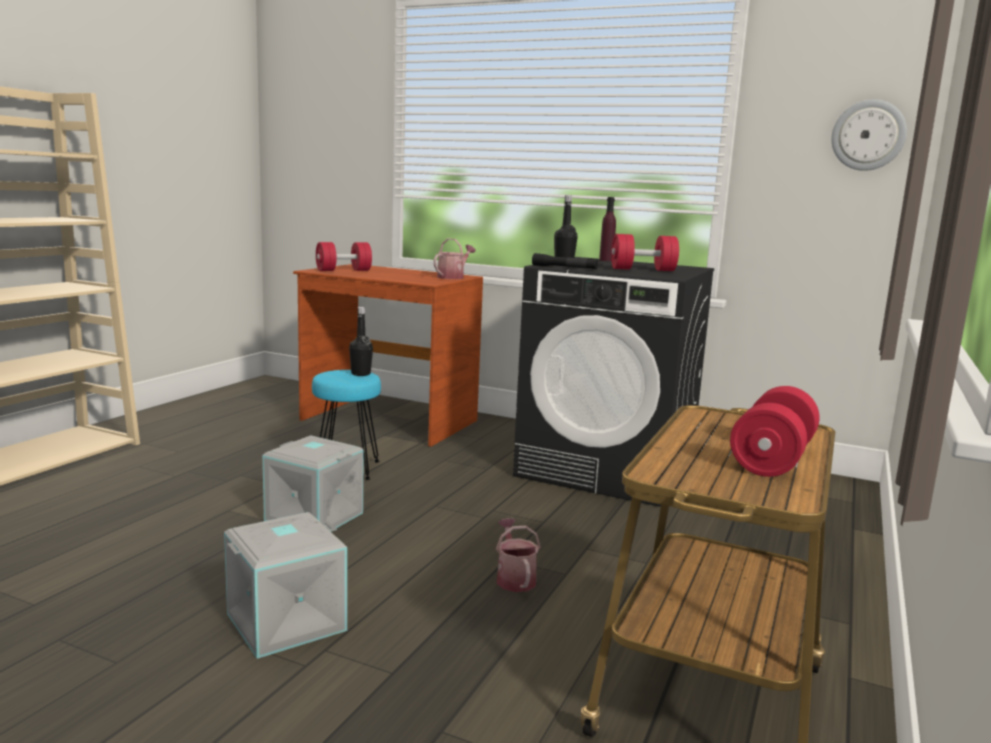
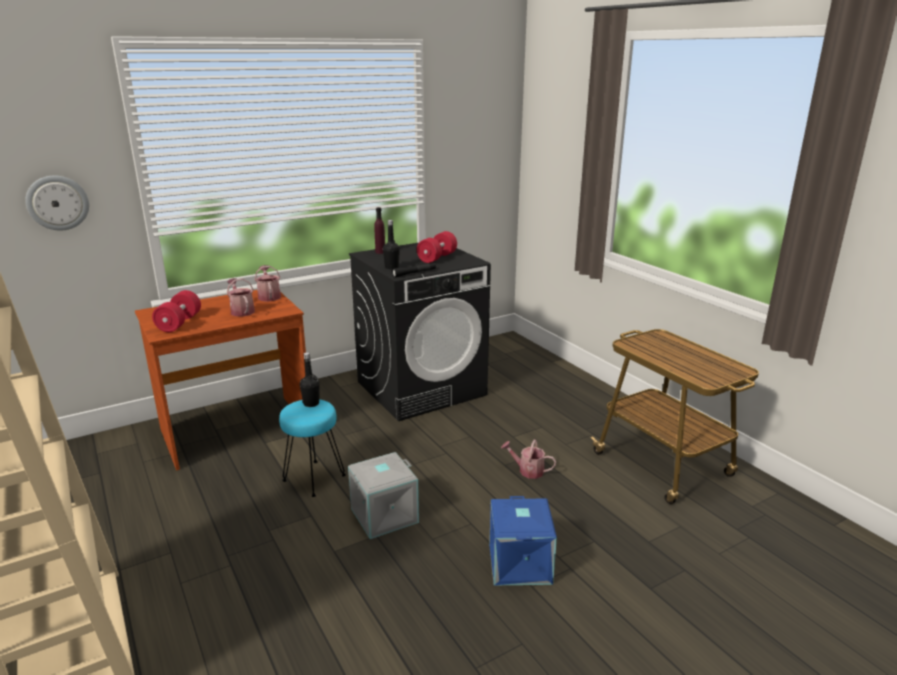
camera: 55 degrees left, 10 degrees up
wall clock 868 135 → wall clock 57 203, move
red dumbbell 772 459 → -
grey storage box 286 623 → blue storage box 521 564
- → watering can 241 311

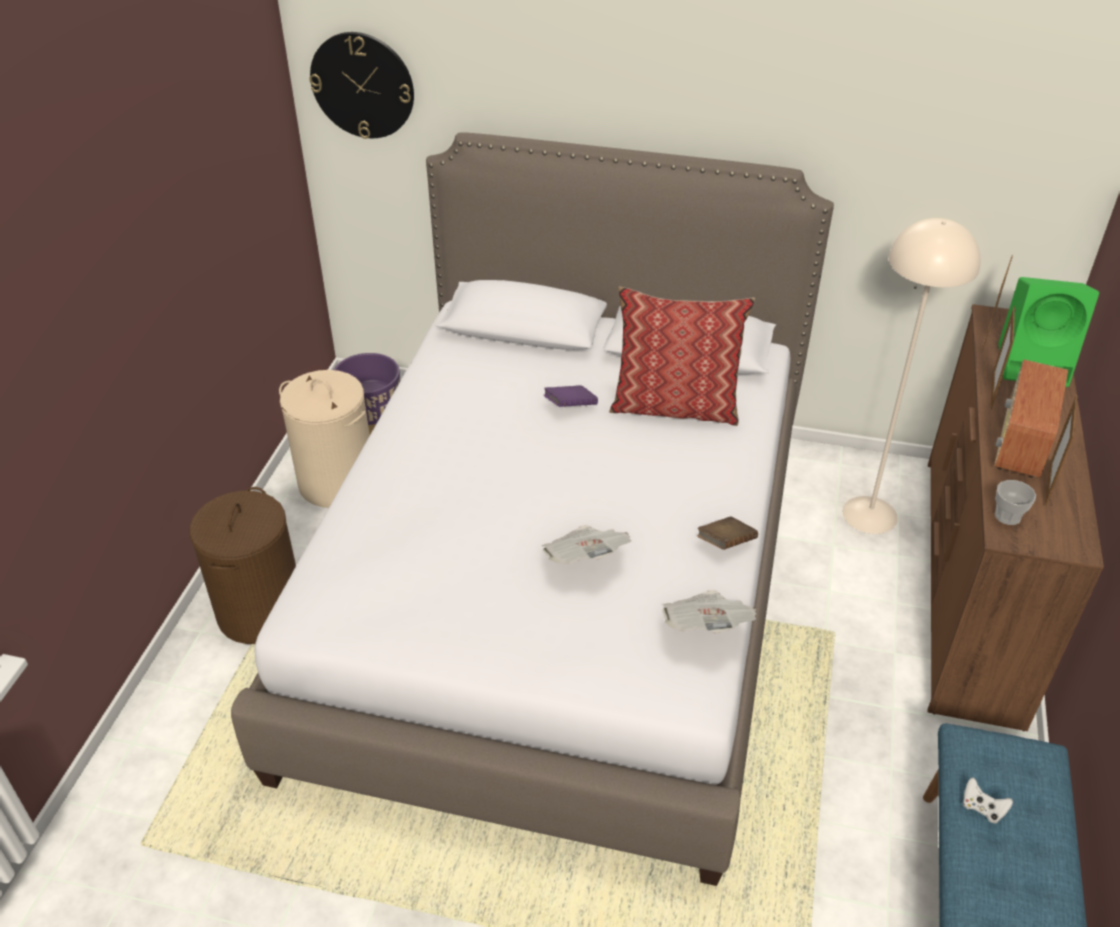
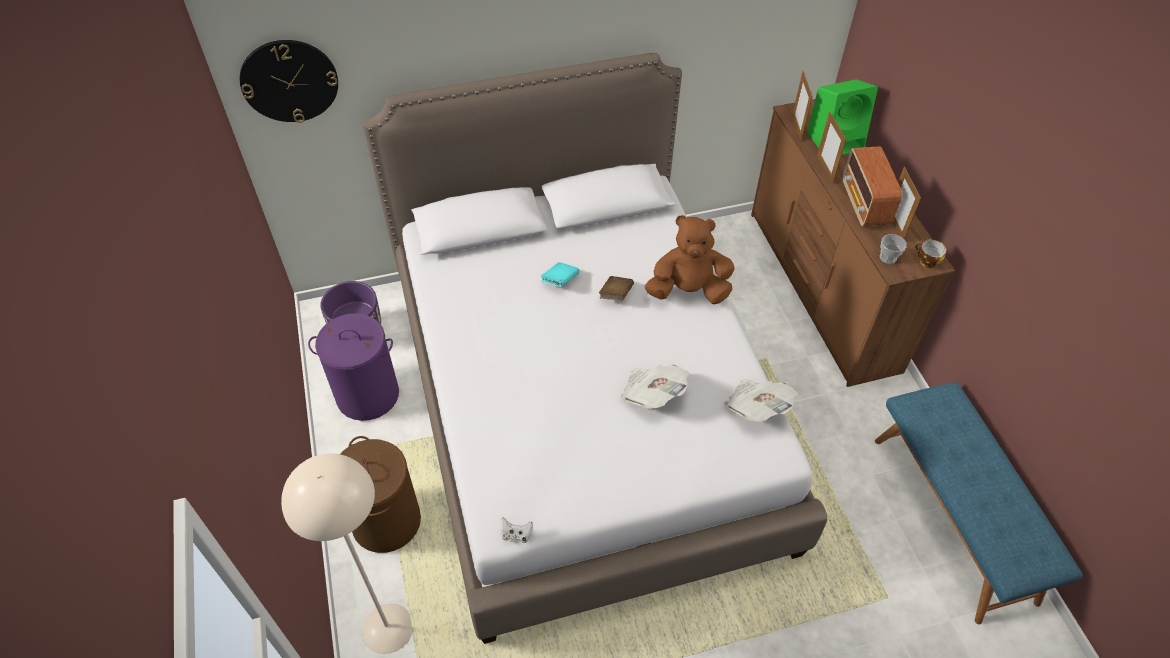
camera: 30 degrees left, 10 degrees up
beige floor lamp 870 514 → beige floor lamp 388 627, move
pillow 675 406 → -
beige laundry basket 336 482 → purple laundry basket 367 395
purple book 570 406 → turquoise book 560 281
brown book 725 543 → brown book 616 294, move
white game controller 982 808 → white game controller 516 534, move
- → brown plush toy 688 291
- → cup 926 261

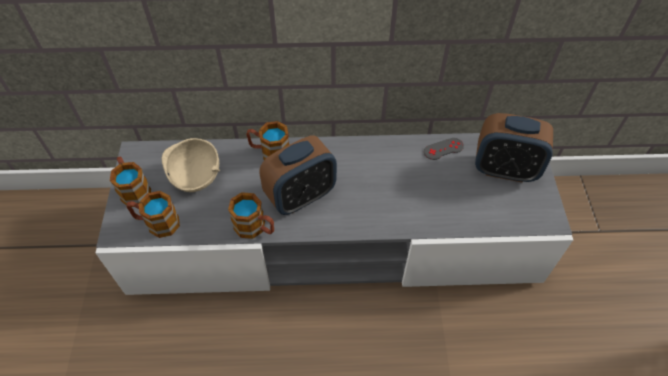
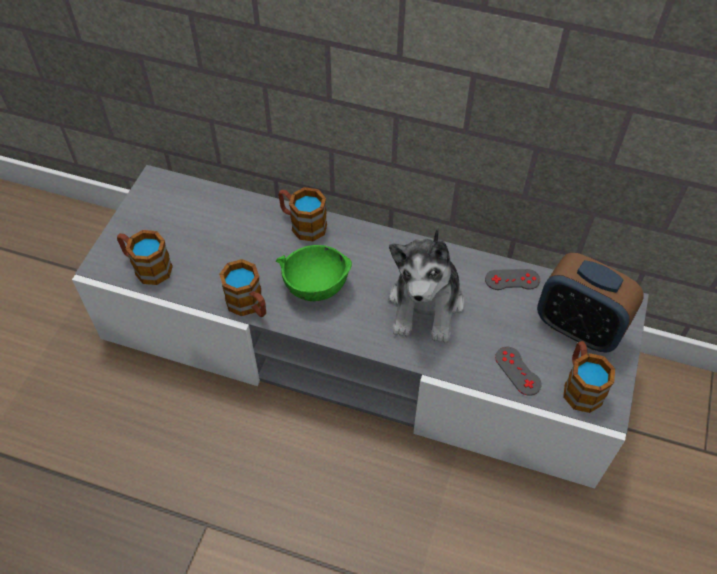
camera: 20 degrees right, 0 degrees up
alarm clock 301 196 → green bowl 315 285
beige bowl 196 178 → -
mug 134 189 → mug 580 386, move
- → plush toy 426 304
- → grey game controller 518 371

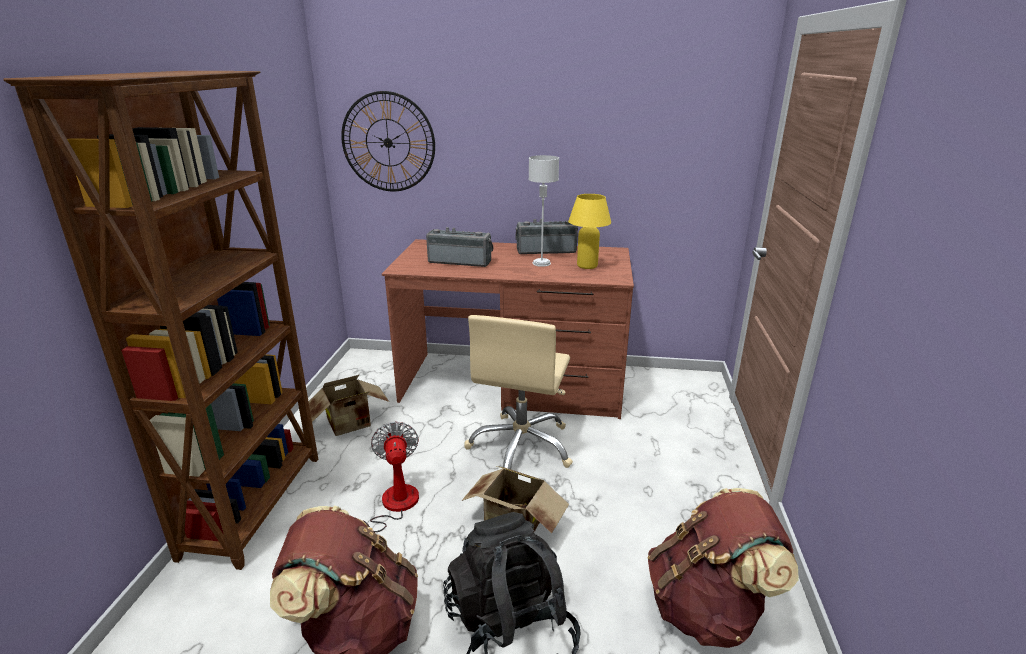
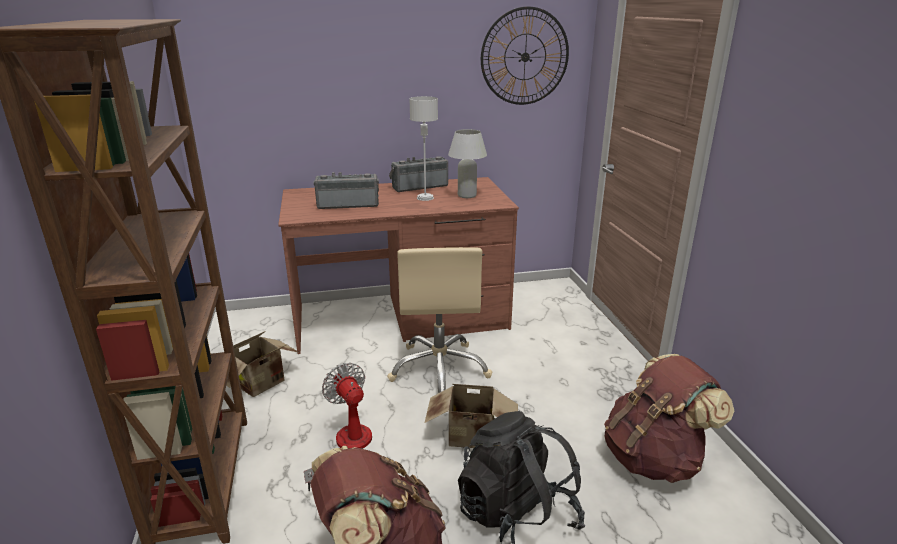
camera: 20 degrees left, 0 degrees up
wall clock 388 142 → wall clock 525 57, move
yellow table lamp 587 266 → white table lamp 467 195

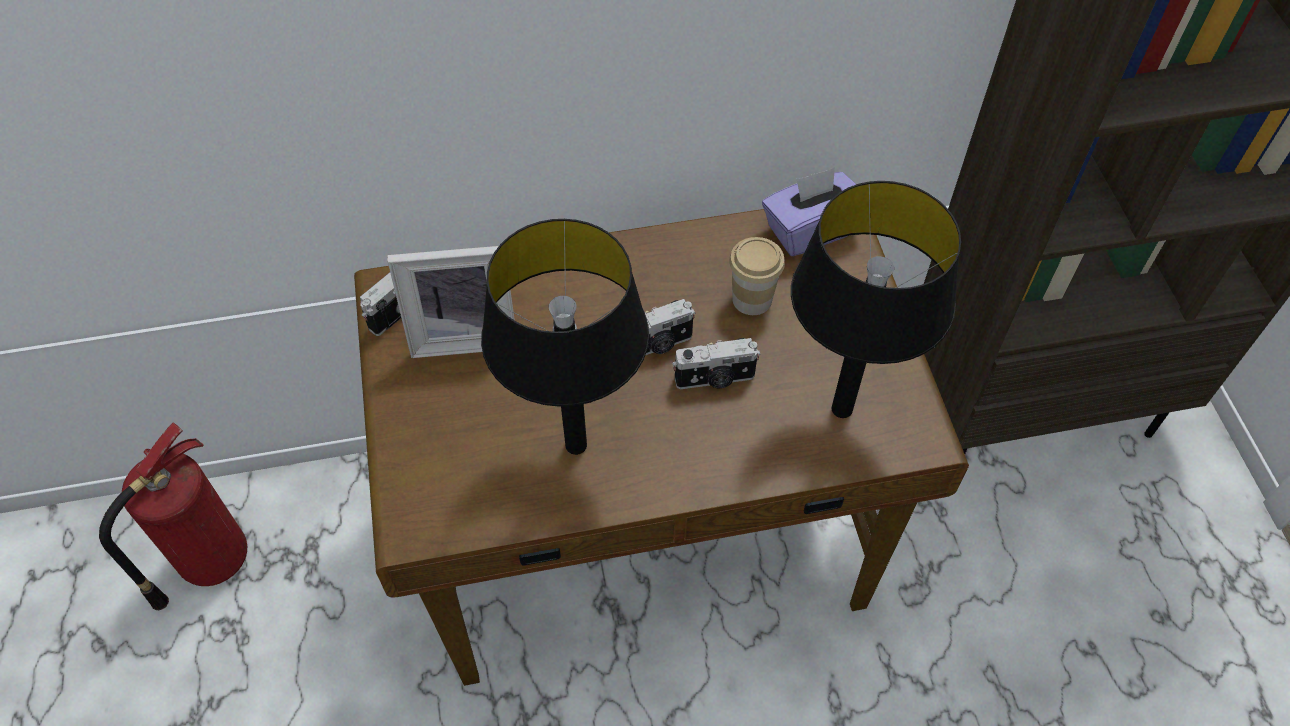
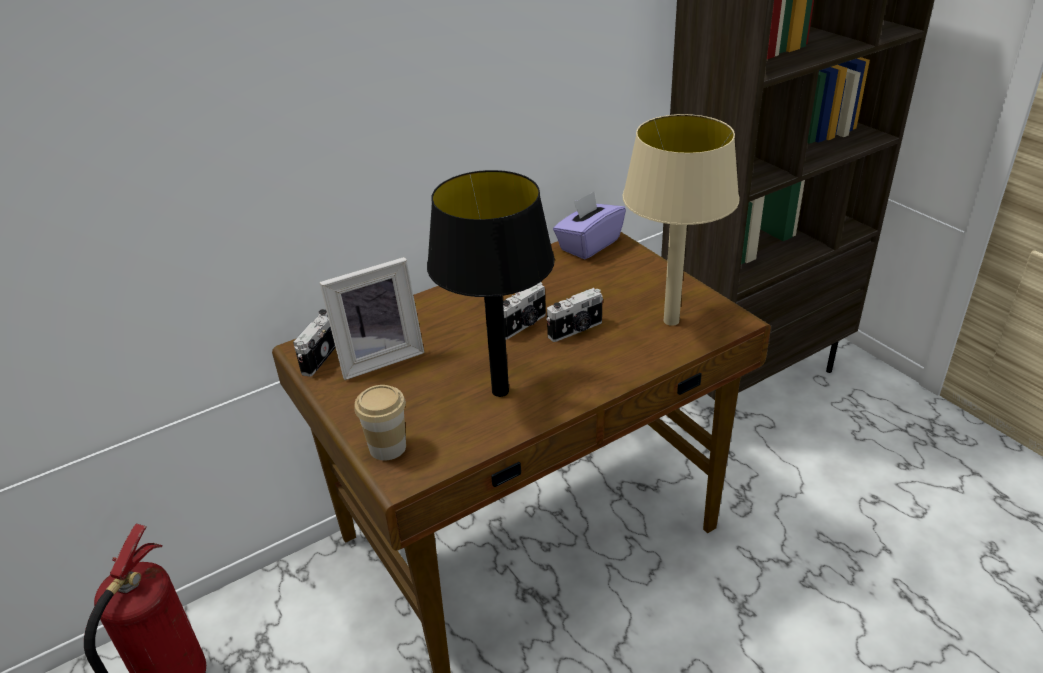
camera: 20 degrees left, 20 degrees down
black table lamp 841 410 → beige table lamp 671 321
cup 752 299 → cup 387 447, move

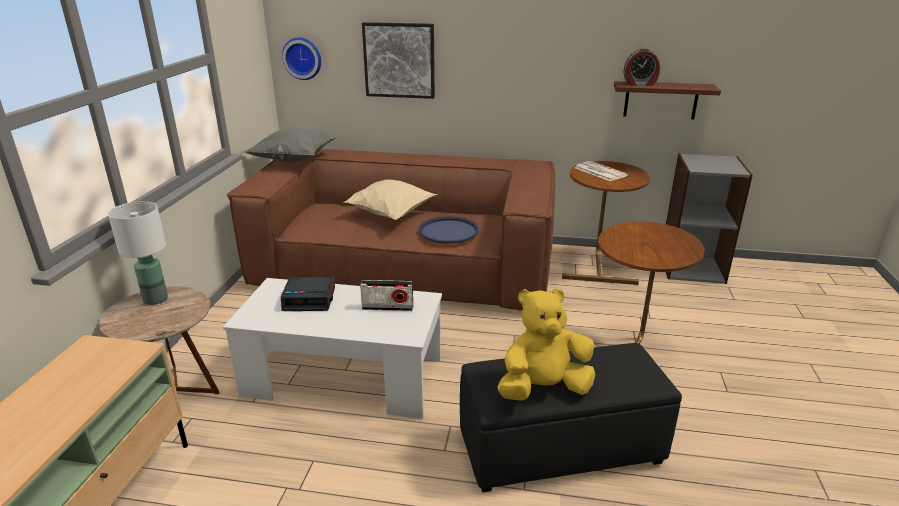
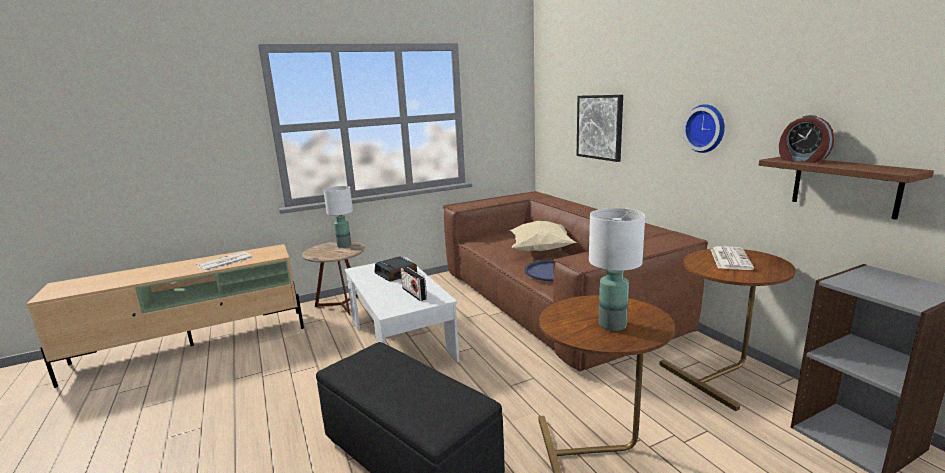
camera: 55 degrees right, 10 degrees down
wall clock 303 58 → wall clock 706 128, move
grey pillow 294 161 → -
yellow plush toy 543 388 → -
- → white table lamp 613 325
- → newspaper 224 262

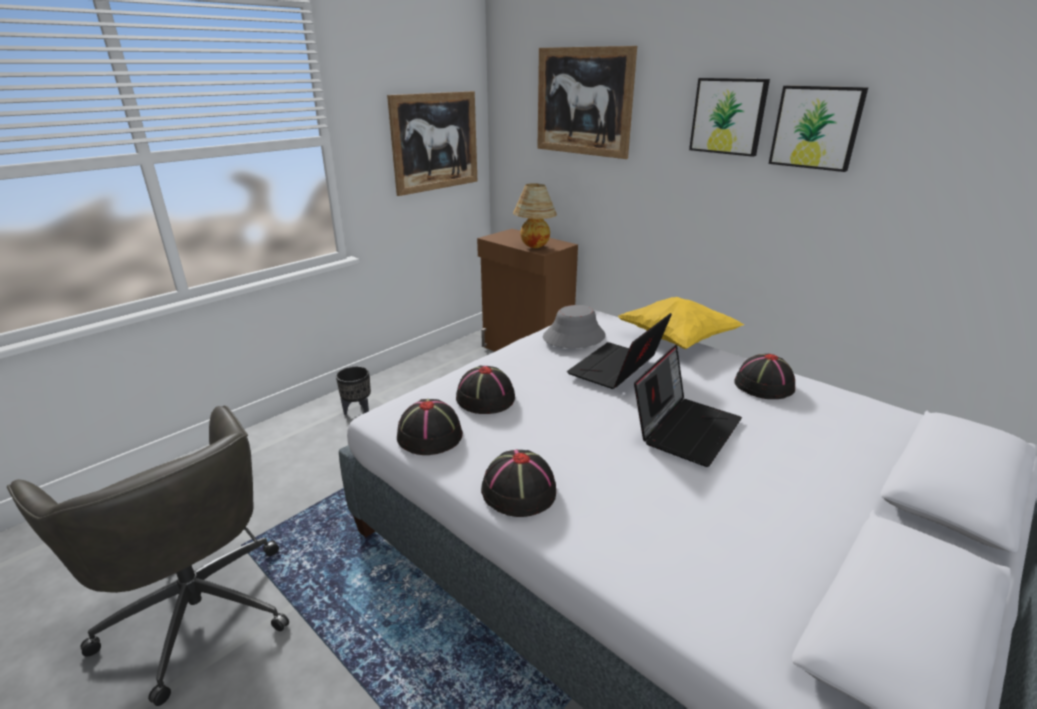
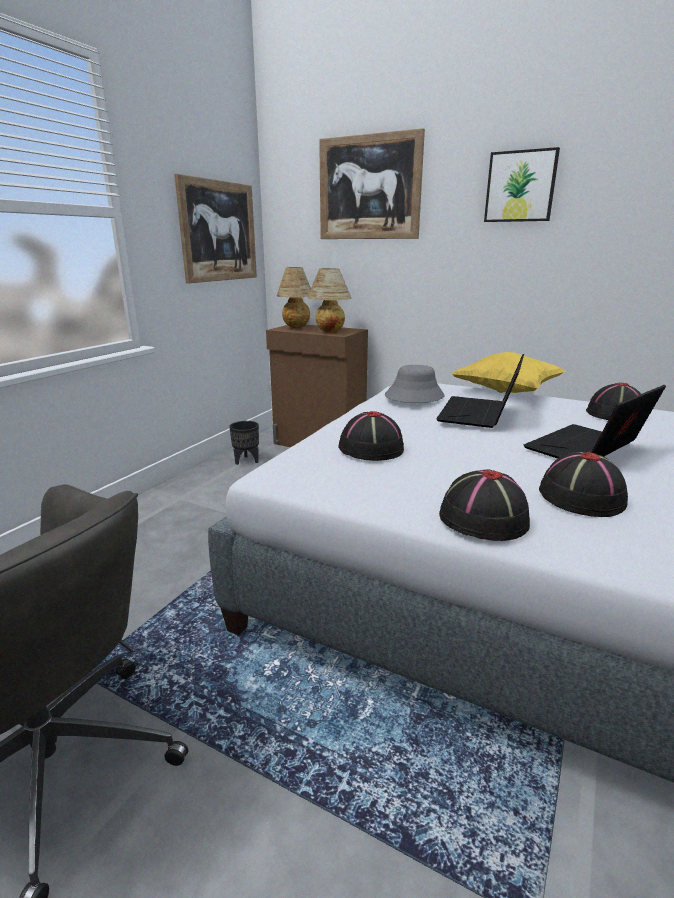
camera: 15 degrees left, 5 degrees down
picture 816 127 → -
laptop 685 428 → laptop 587 449, 150 degrees counterclockwise
black planter 358 411 → black planter 247 461, move
black hat 430 435 → black hat 580 497, move
- → table lamp 296 328

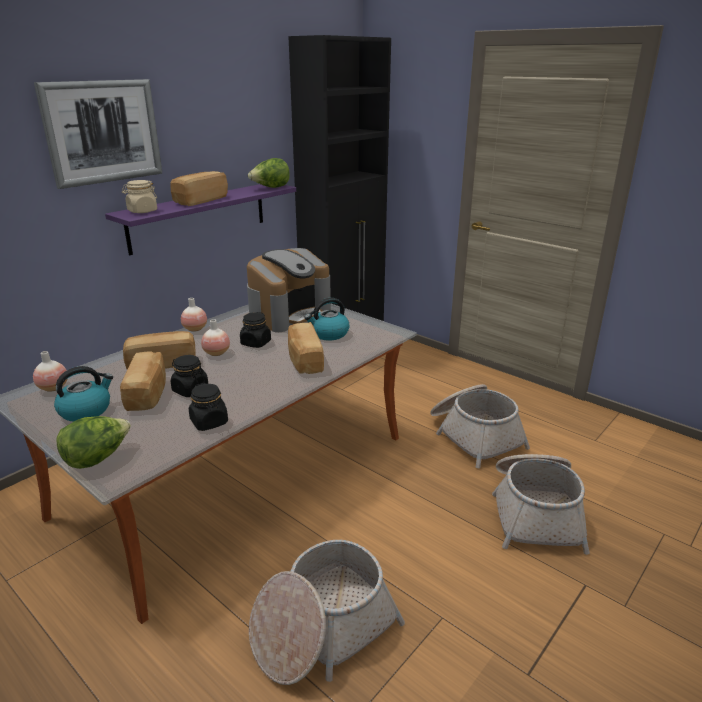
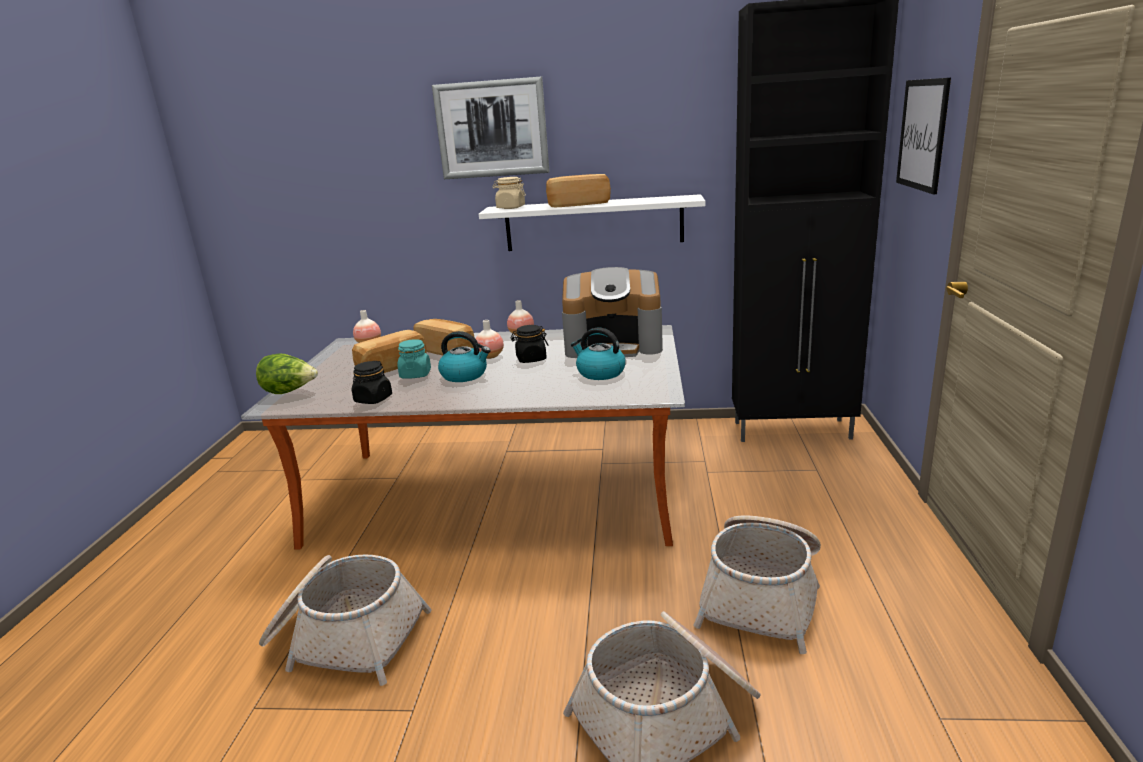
camera: 55 degrees right, 5 degrees down
lettuce 270 188 → -
purple shelf 199 216 → white shelf 593 223
bread 304 360 → -
black jar 190 390 → turquoise jar 415 374
kettle 86 410 → kettle 465 375, move
- → picture 922 134

